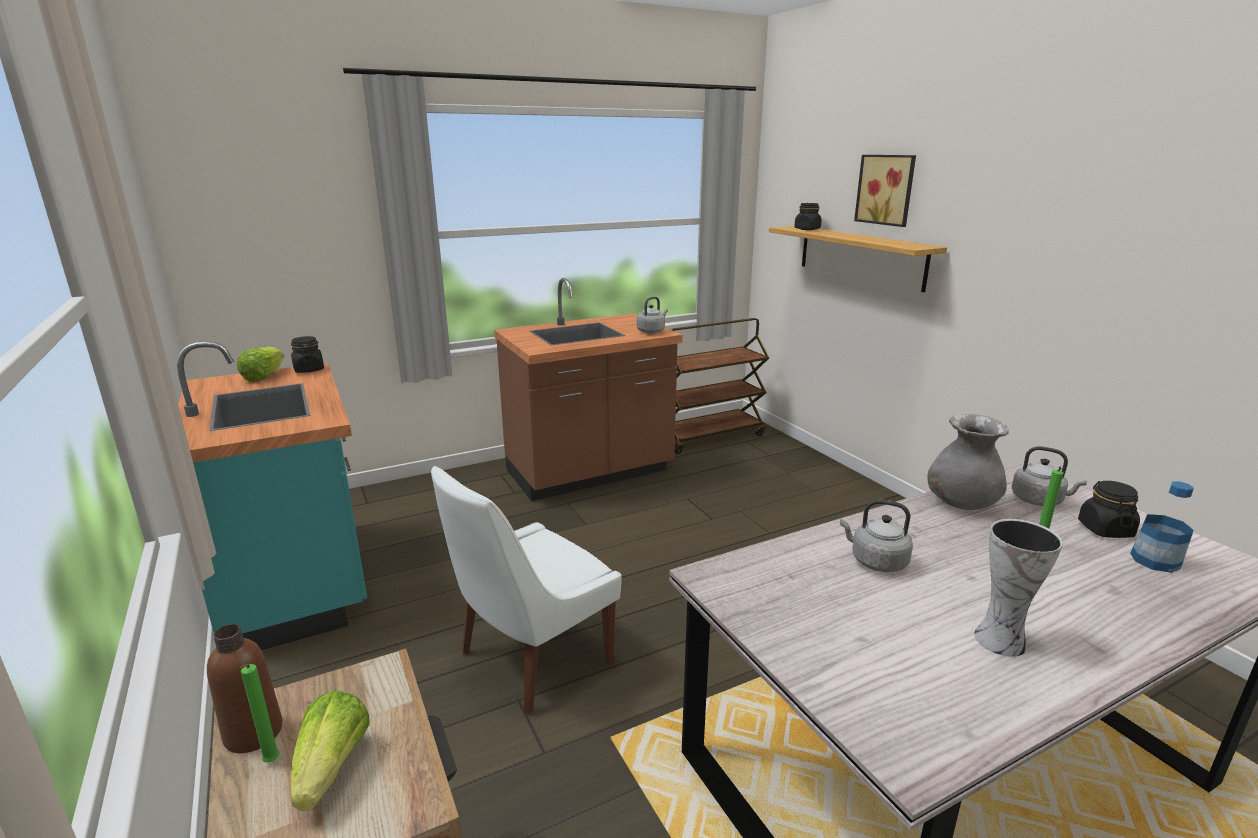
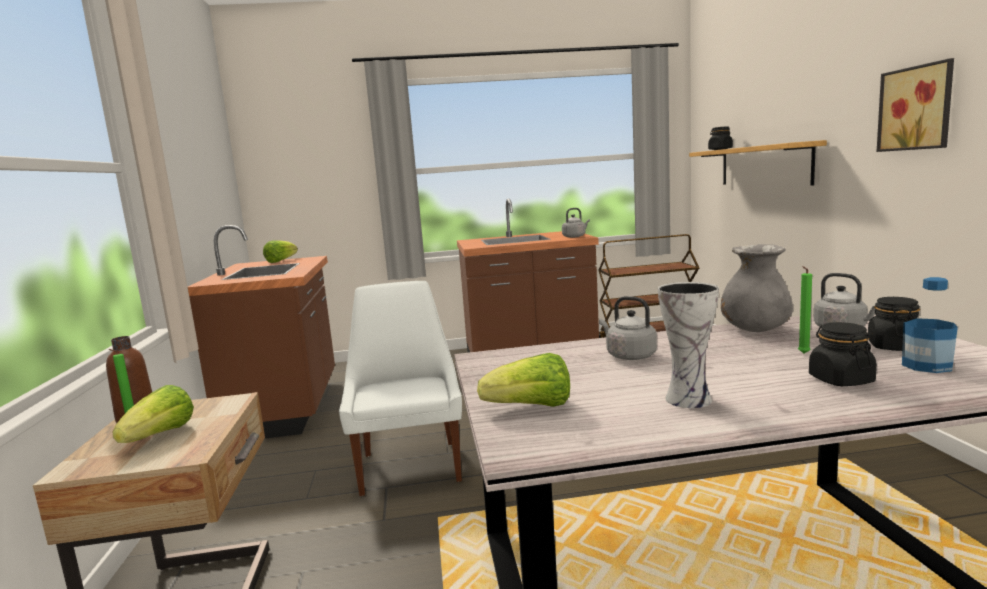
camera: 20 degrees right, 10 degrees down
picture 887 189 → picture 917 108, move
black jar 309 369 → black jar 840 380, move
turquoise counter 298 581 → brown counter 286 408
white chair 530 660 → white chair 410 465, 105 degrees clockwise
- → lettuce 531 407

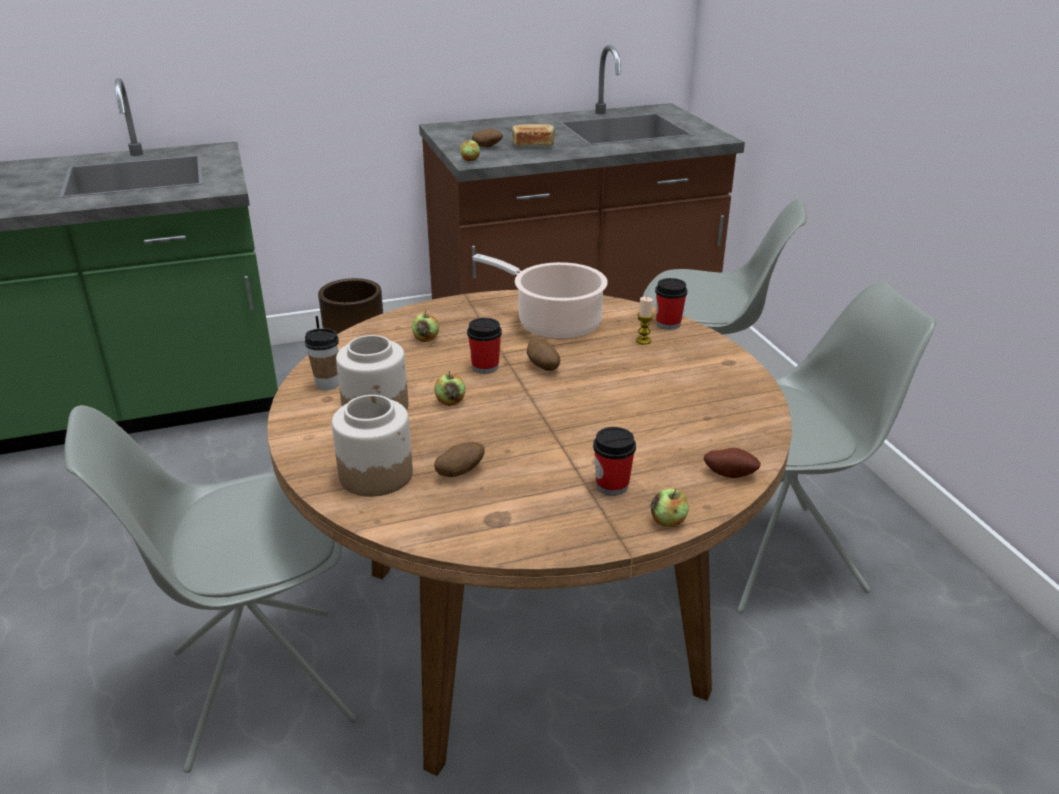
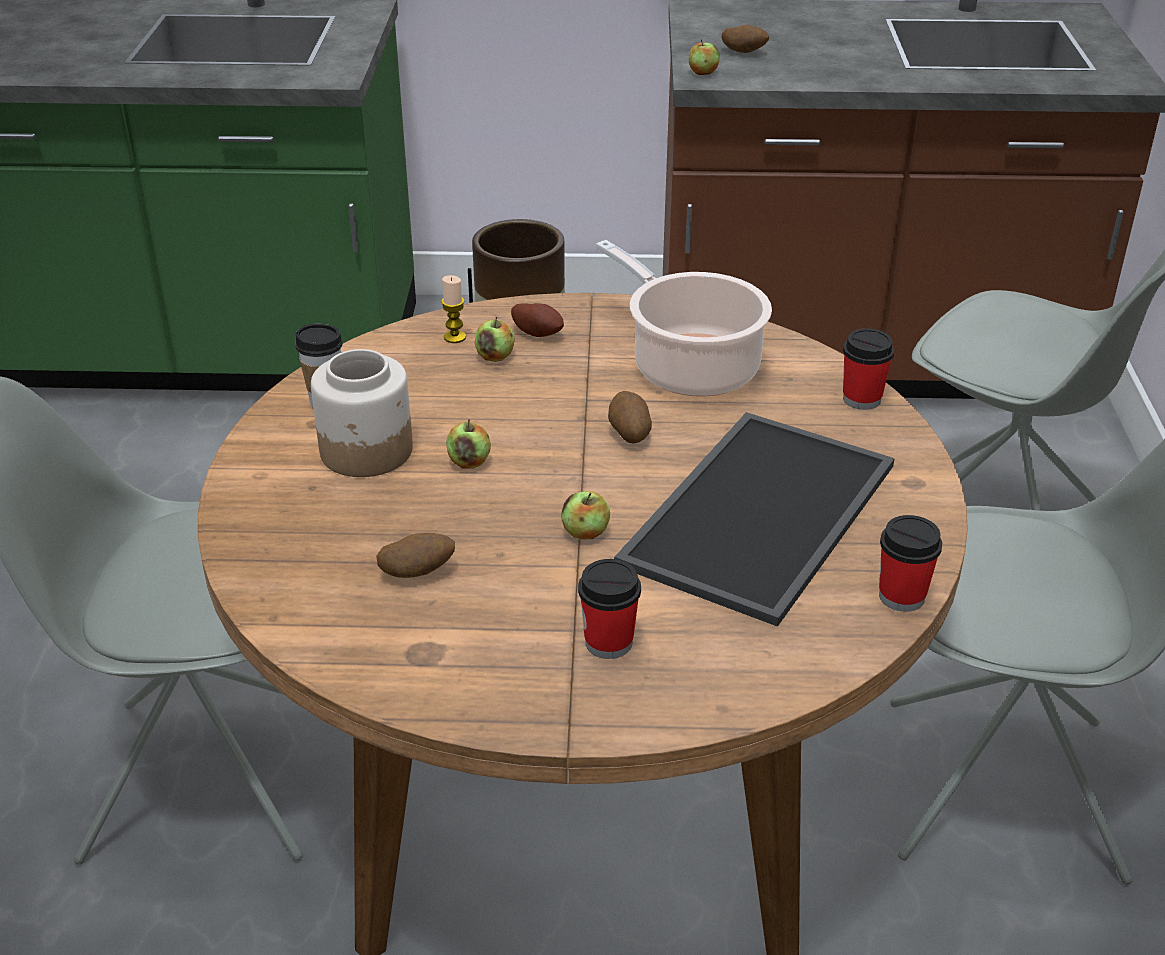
camera: 20 degrees right, 5 degrees up
bread 533 145 → -
candle 643 340 → candle 455 337, move
cup 485 367 → cup 901 596, move
jar 376 474 → -
potato 730 473 → potato 538 333, move
apple 668 521 → apple 585 532, move
- → tray 756 510

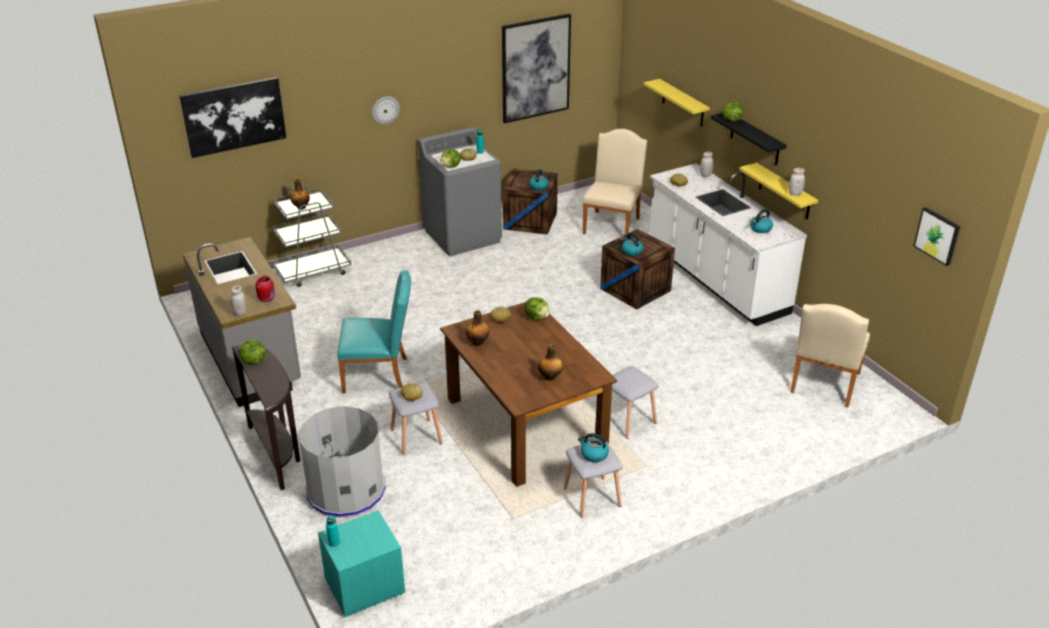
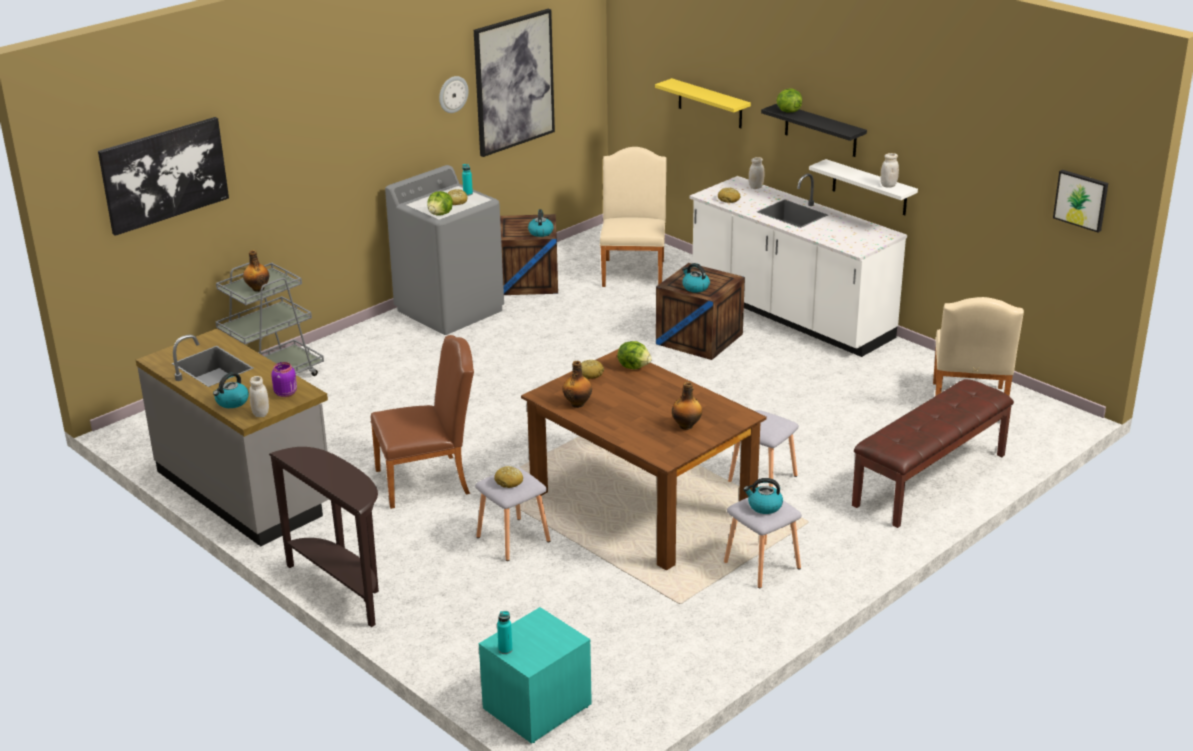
camera: 15 degrees left, 5 degrees down
wall clock 385 110 → wall clock 453 94, move
yellow shelf 784 192 → white shelf 869 188
kettle 760 229 → kettle 232 402, move
turquoise chair 380 375 → brown chair 429 480
red jar 267 299 → purple jar 286 393
lettuce 253 361 → -
grey trash can 346 490 → -
- → brown bench 930 480

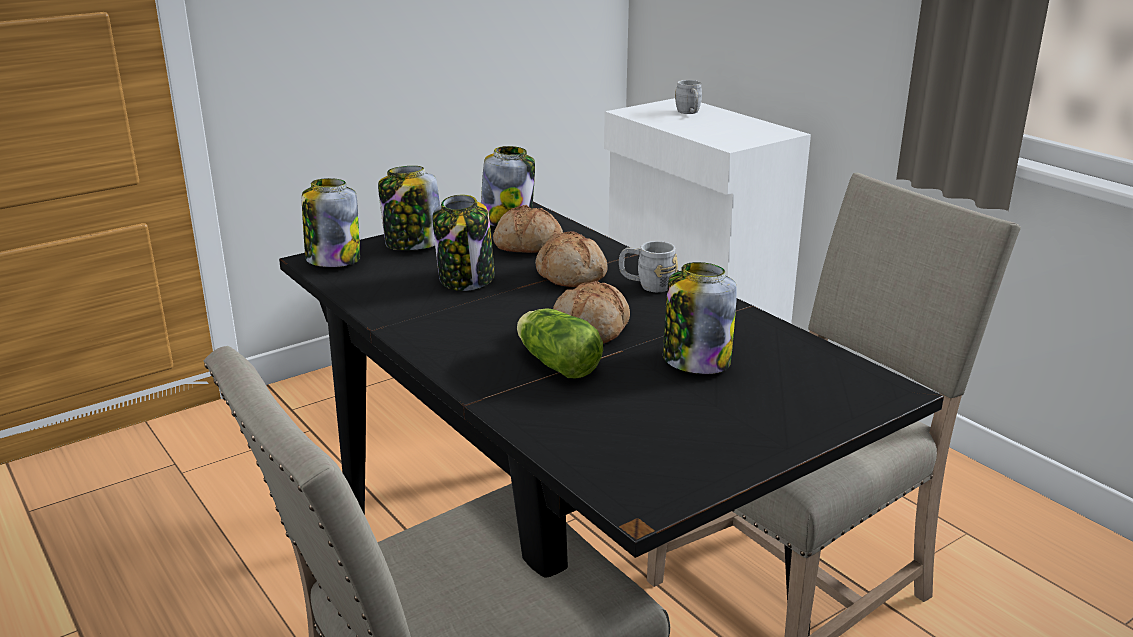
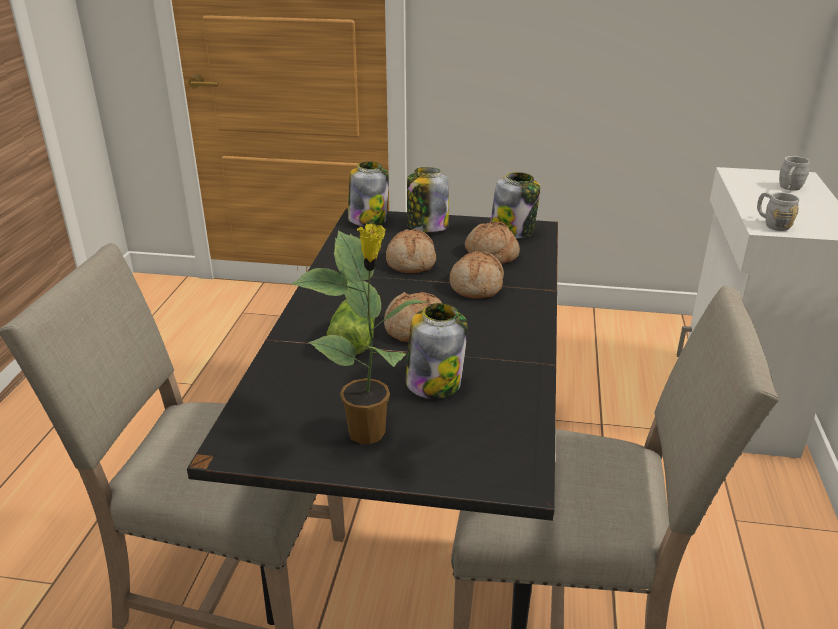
camera: 45 degrees right, 5 degrees up
jar 466 279 → bread 411 262
grey mug 647 285 → grey mug 772 224, move
- → potted plant 369 433

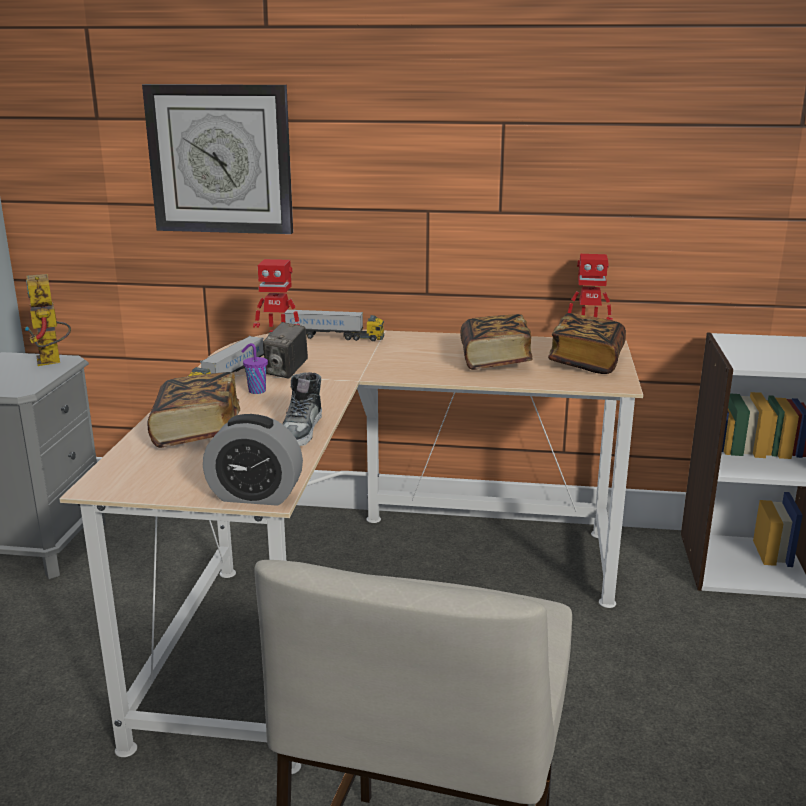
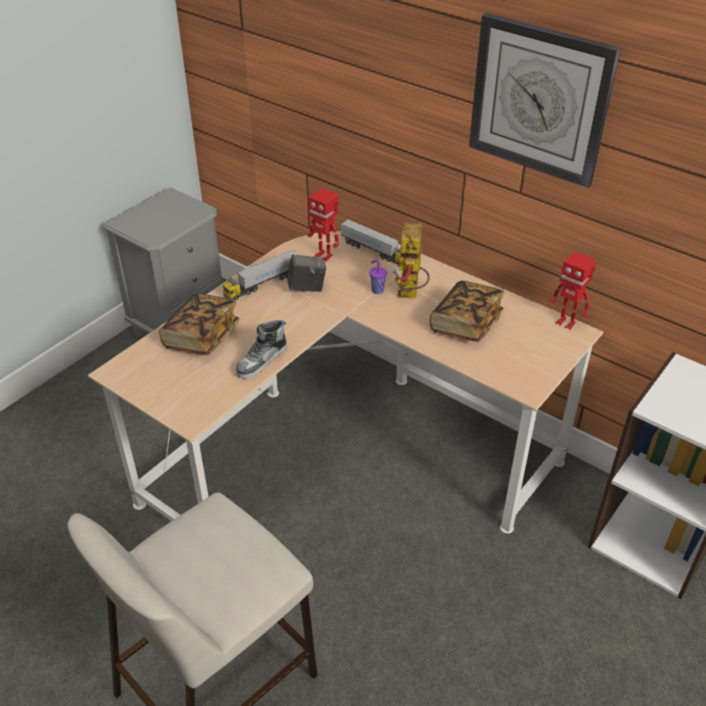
camera: 30 degrees right, 20 degrees up
wall clock 220 159 → wall clock 540 100, move
toy robot 53 362 → toy robot 410 294, move
book 586 361 → -
photo camera 286 372 → photo camera 307 287, 150 degrees counterclockwise
purple cup 256 391 → purple cup 377 290, move
alarm clock 255 496 → -

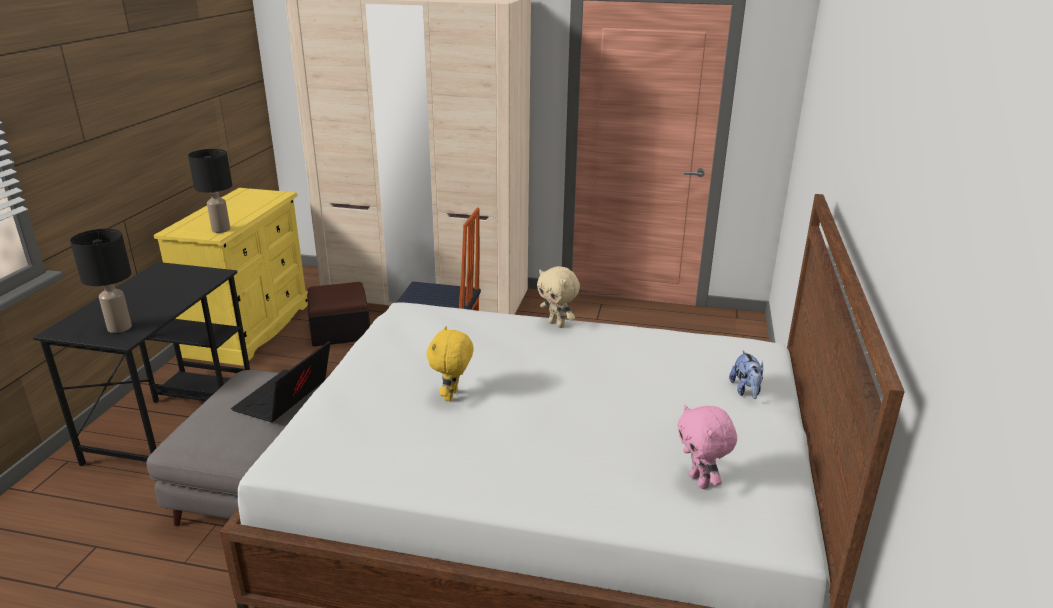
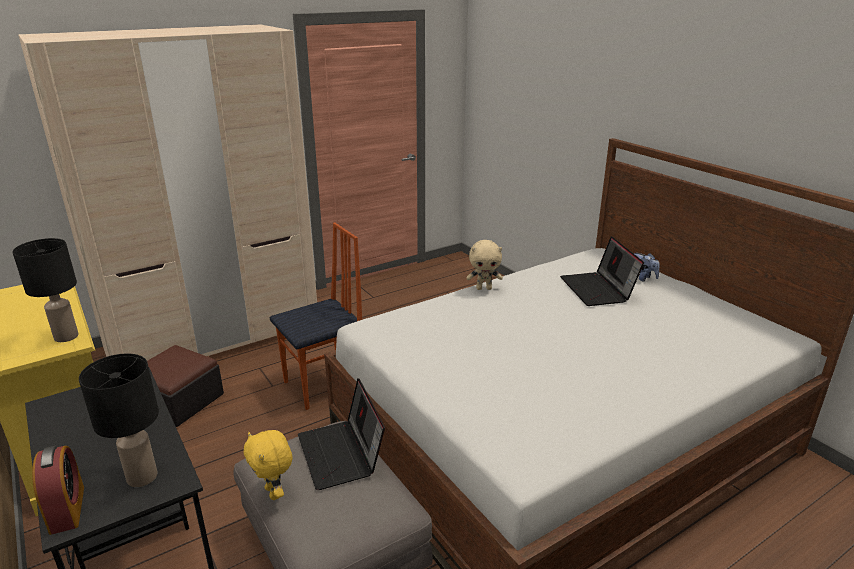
camera: 45 degrees left, 0 degrees up
yellow plush toy 452 396 → yellow plush toy 274 493, move
pink plush toy 700 481 → -
- → laptop 598 290
- → alarm clock 67 509

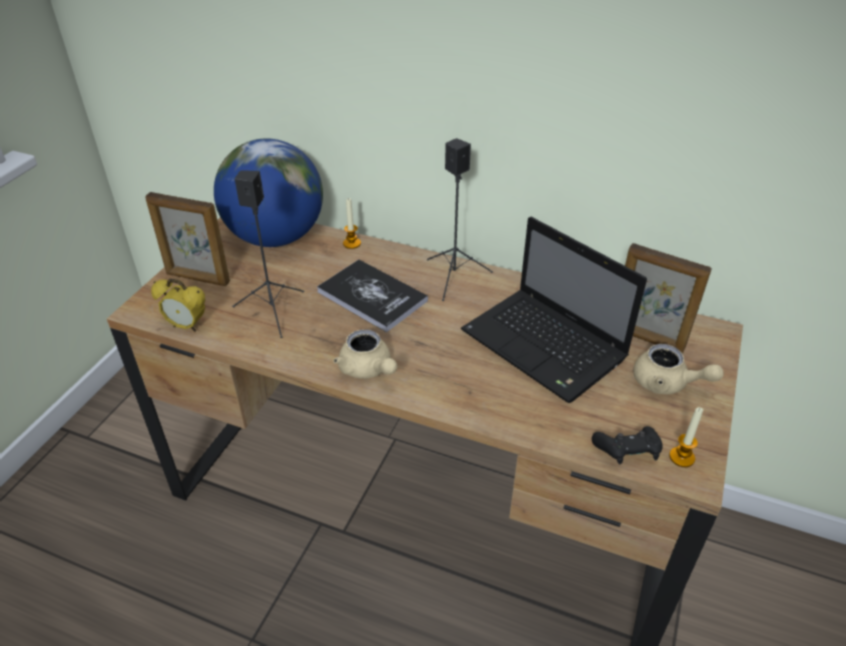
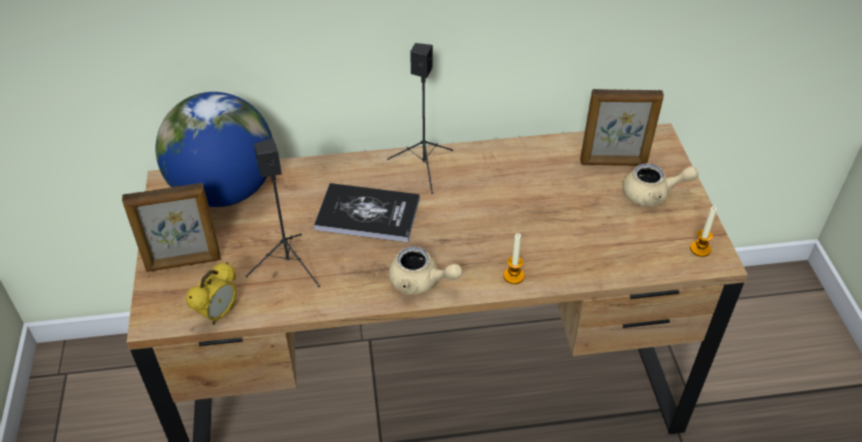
camera: 30 degrees left, 5 degrees up
candle 352 243 → candle 513 276, move
laptop 546 347 → -
alarm clock 187 326 → alarm clock 218 314, 45 degrees counterclockwise
black game controller 627 453 → -

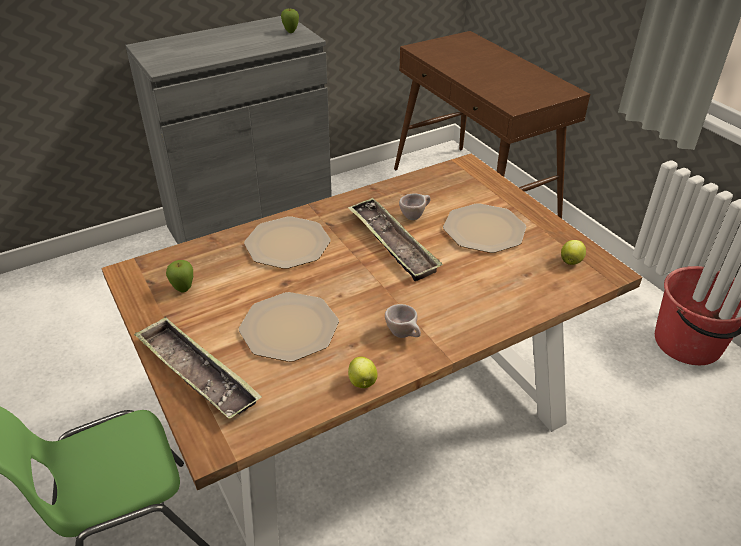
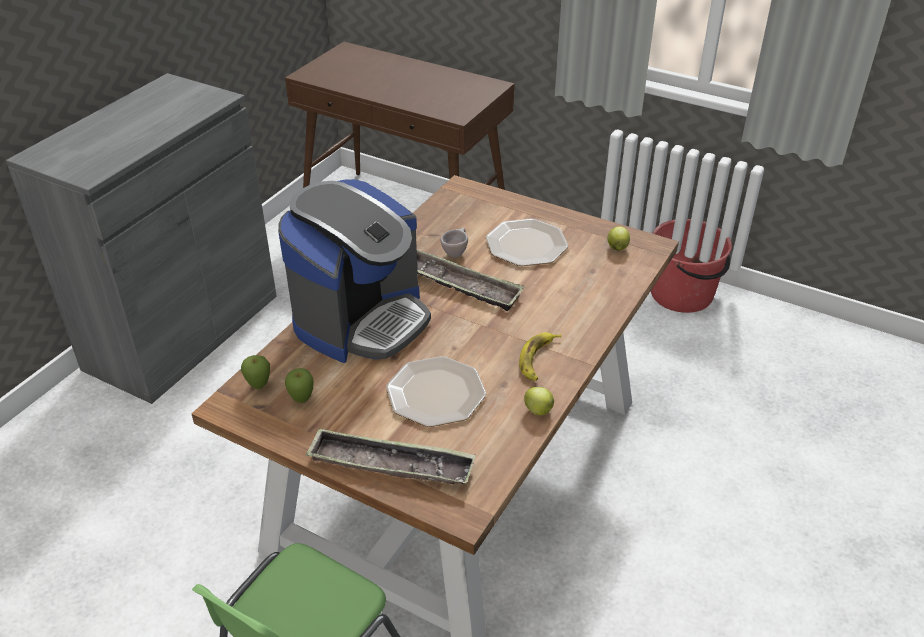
camera: 30 degrees left, 0 degrees up
apple 291 32 → apple 259 386, move
plate 288 243 → coffee machine 361 319
beige cup 404 335 → banana 538 359

